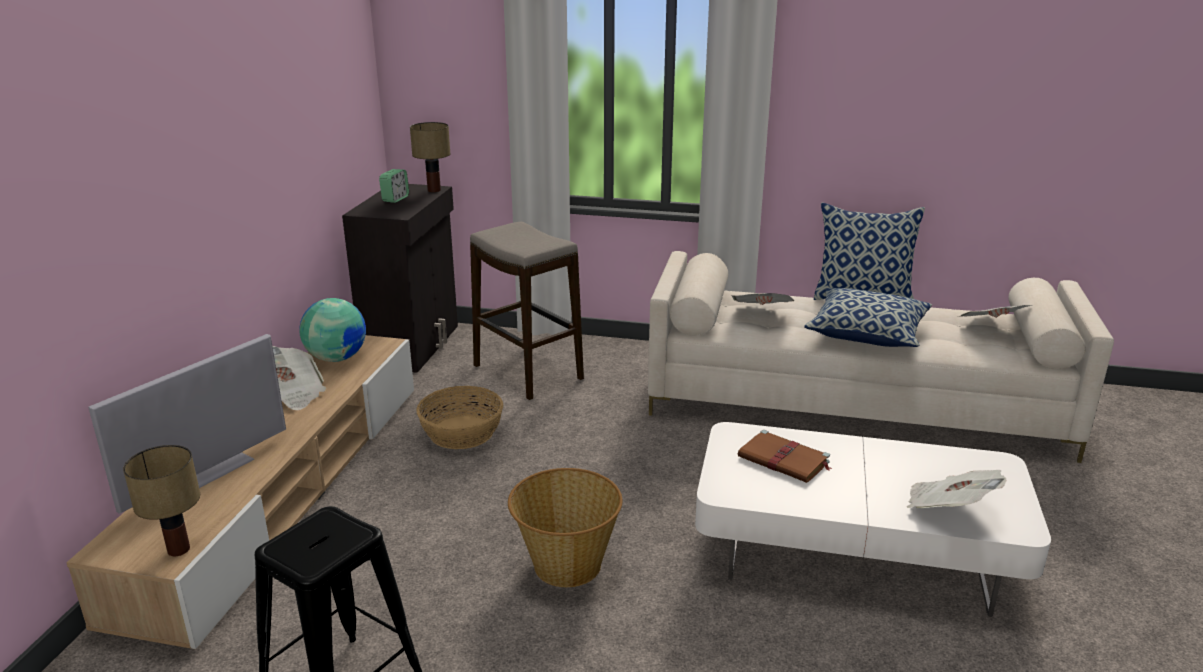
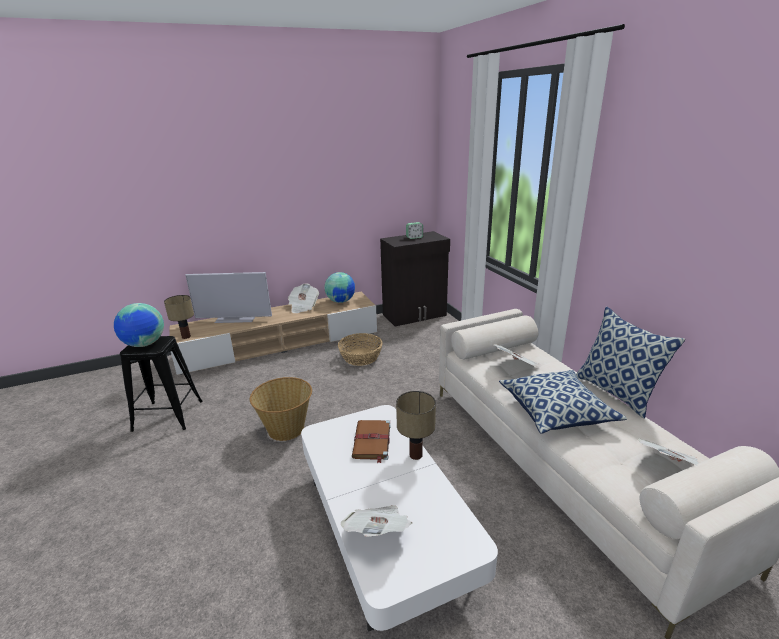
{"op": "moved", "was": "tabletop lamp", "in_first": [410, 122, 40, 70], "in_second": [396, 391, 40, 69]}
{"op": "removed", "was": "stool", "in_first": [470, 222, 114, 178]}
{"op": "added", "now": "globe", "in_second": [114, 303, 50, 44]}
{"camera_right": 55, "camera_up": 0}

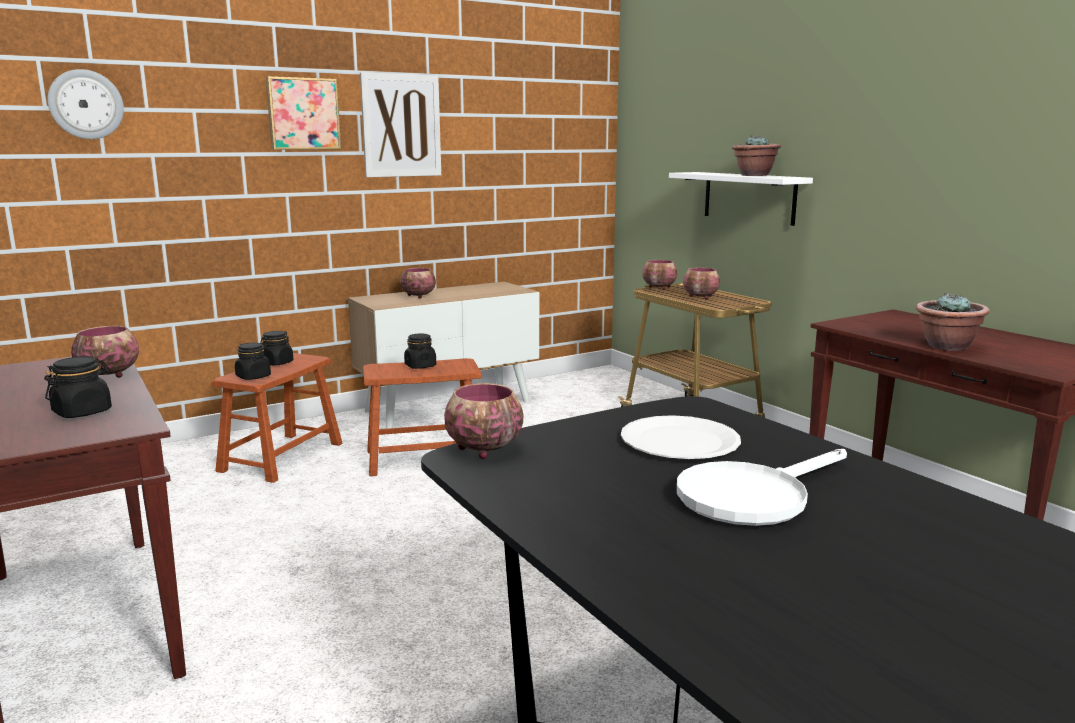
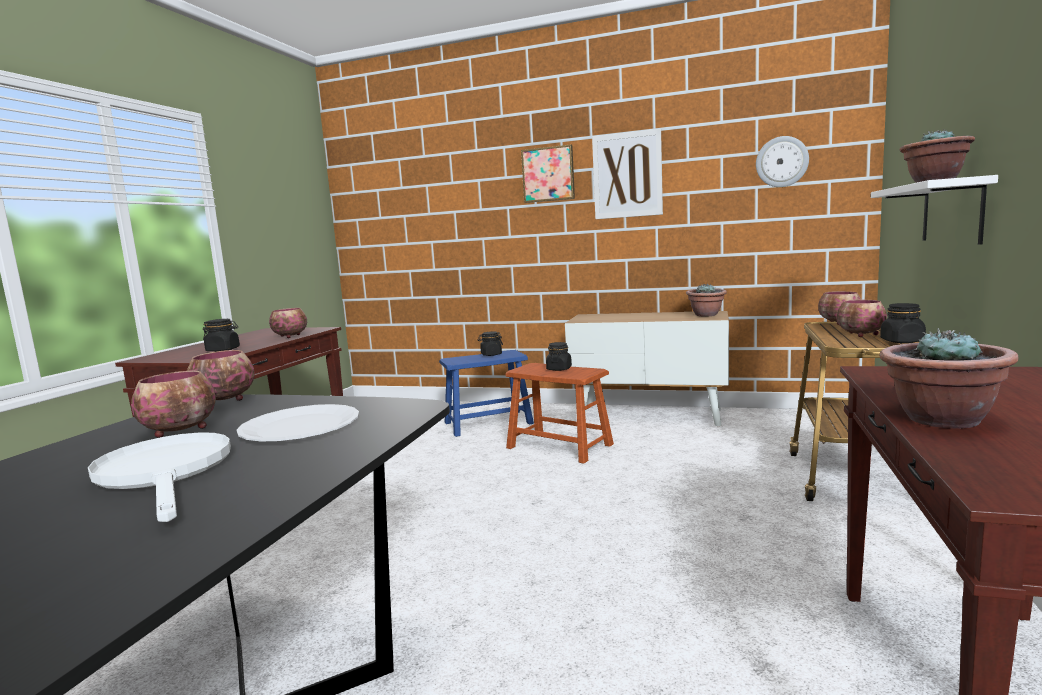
{"op": "moved", "was": "hanging clock", "in_first": [47, 69, 77, 70], "in_second": [756, 136, 53, 51]}
{"op": "moved", "was": "serving bowl", "in_first": [400, 268, 36, 30], "in_second": [131, 371, 85, 67]}
{"op": "moved", "was": "black-coloured preserve jar", "in_first": [235, 343, 36, 37], "in_second": [880, 303, 46, 40]}
{"op": "recoloured", "was": "brownish stool", "now": "blue-coloured stool", "in_first": [211, 353, 132, 130], "in_second": [439, 350, 95, 87]}
{"op": "turned", "was": "white pan", "in_first": [677, 449, 170, 77], "in_second": [88, 432, 143, 90], "clockwise": 45}
{"op": "added", "now": "houseplant", "in_second": [686, 284, 41, 33]}
{"camera_right": 50, "camera_up": -5}

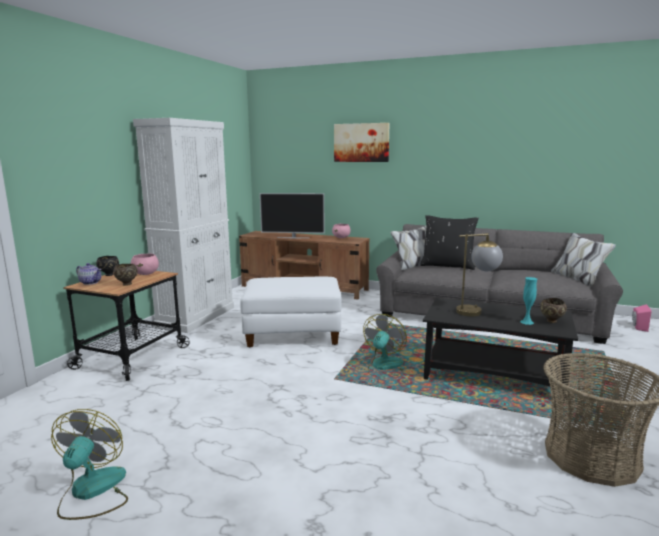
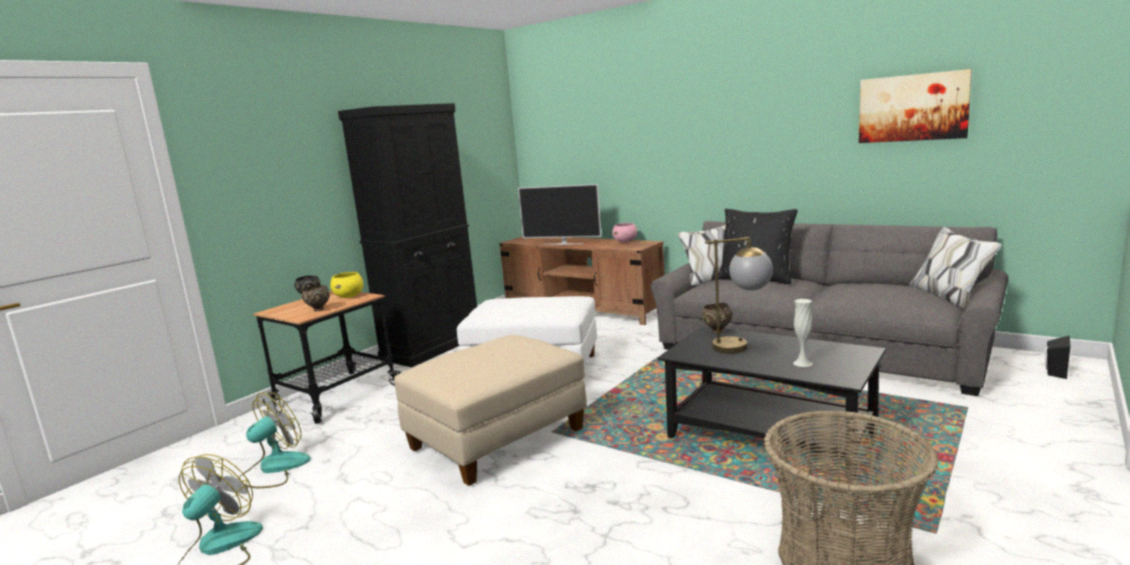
{"op": "recoloured", "was": "white cupboard", "now": "black-coloured cupboard", "in_first": [133, 118, 101, 215], "in_second": [338, 103, 139, 264]}
{"op": "moved", "was": "wall picture", "in_first": [334, 123, 55, 39], "in_second": [859, 69, 113, 74]}
{"op": "recoloured", "was": "pink serving bowl", "now": "yellowish serving bowl", "in_first": [131, 253, 28, 22], "in_second": [330, 272, 33, 26]}
{"op": "removed", "was": "teapot", "in_first": [76, 263, 26, 22]}
{"op": "recoloured", "was": "turquoise-coloured decorative vase", "now": "white decorative vase", "in_first": [520, 277, 17, 48], "in_second": [793, 299, 20, 68]}
{"op": "moved", "was": "brownish serving bowl", "in_first": [540, 298, 27, 25], "in_second": [702, 303, 30, 30]}
{"op": "recoloured", "was": "pink loudspeaker", "now": "black-coloured loudspeaker", "in_first": [632, 304, 20, 28], "in_second": [1044, 335, 27, 44]}
{"op": "moved", "was": "electric fan", "in_first": [363, 314, 44, 59], "in_second": [238, 392, 73, 96]}
{"op": "added", "now": "sand-coloured ottoman", "in_second": [394, 335, 193, 151]}
{"camera_right": 15, "camera_up": 0}

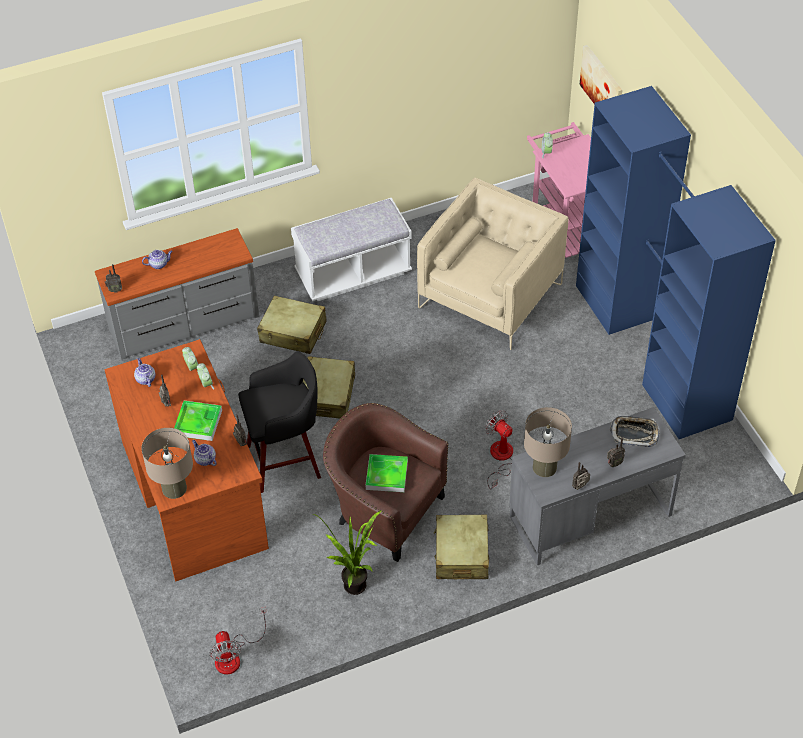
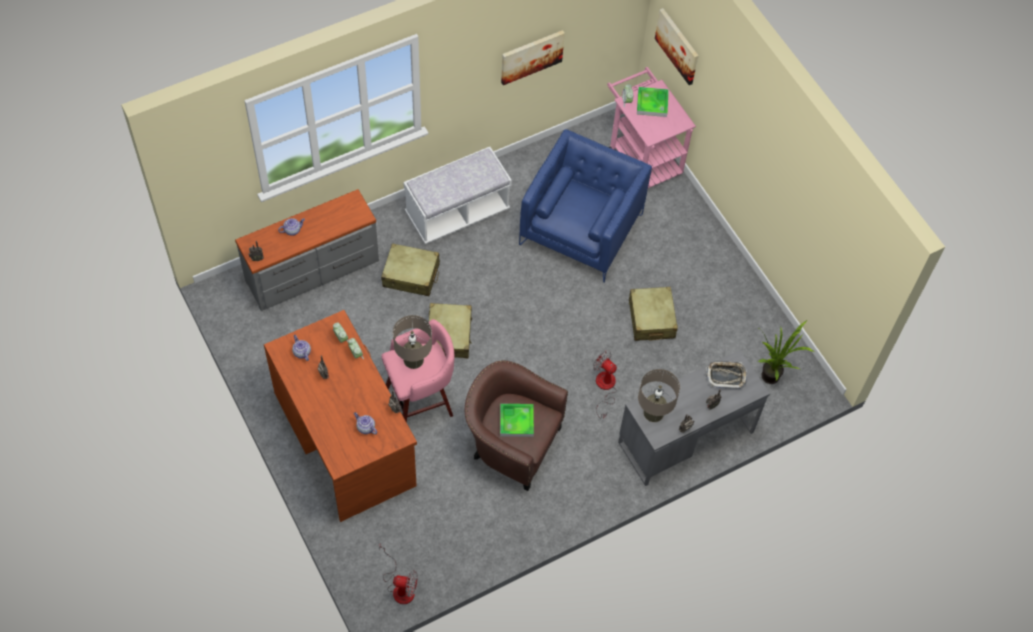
{"op": "removed", "was": "blue-coloured armoire", "in_first": [576, 86, 200, 353]}
{"op": "recoloured", "was": "sand-coloured lounge chair", "now": "blue-coloured lounge chair", "in_first": [417, 178, 152, 172], "in_second": [519, 129, 133, 154]}
{"op": "recoloured", "was": "black-coloured stool", "now": "pink stool", "in_first": [238, 351, 83, 142], "in_second": [382, 319, 72, 104]}
{"op": "moved", "was": "carrying tray", "in_first": [174, 401, 48, 40], "in_second": [637, 87, 32, 30]}
{"op": "moved", "was": "sand-coloured tabletop lamp", "in_first": [141, 428, 52, 71], "in_second": [393, 315, 39, 54]}
{"op": "moved", "was": "houseplant", "in_first": [313, 510, 69, 85], "in_second": [757, 320, 57, 64]}
{"op": "moved", "was": "sand-coloured piece of luggage", "in_first": [434, 515, 55, 65], "in_second": [629, 287, 49, 54]}
{"op": "turned", "was": "electric fan", "in_first": [209, 607, 58, 68], "in_second": [379, 543, 39, 61], "clockwise": -60}
{"op": "added", "now": "wall picture", "in_second": [501, 30, 64, 55]}
{"camera_right": -10, "camera_up": 10}

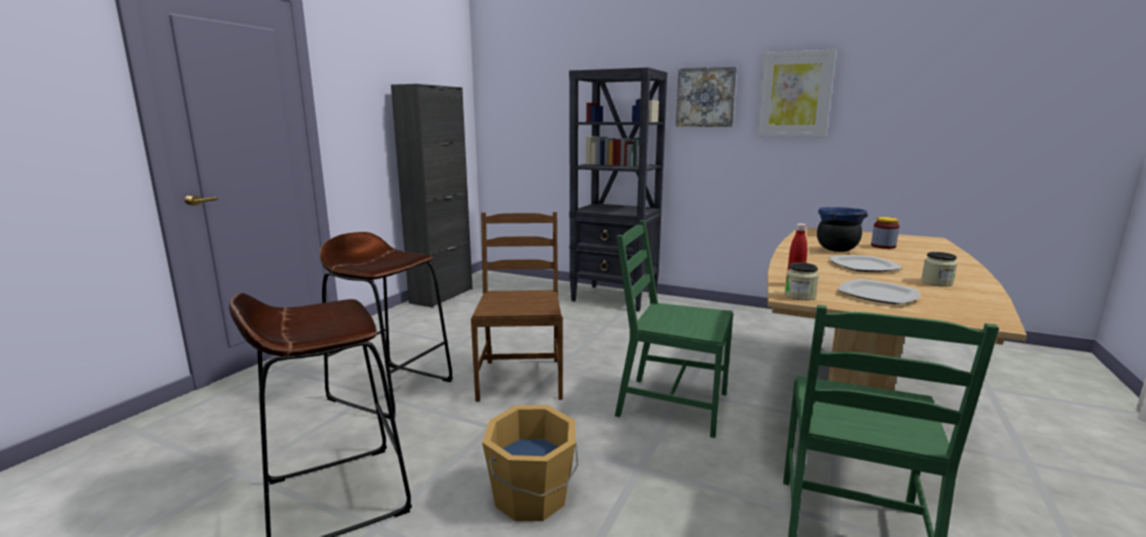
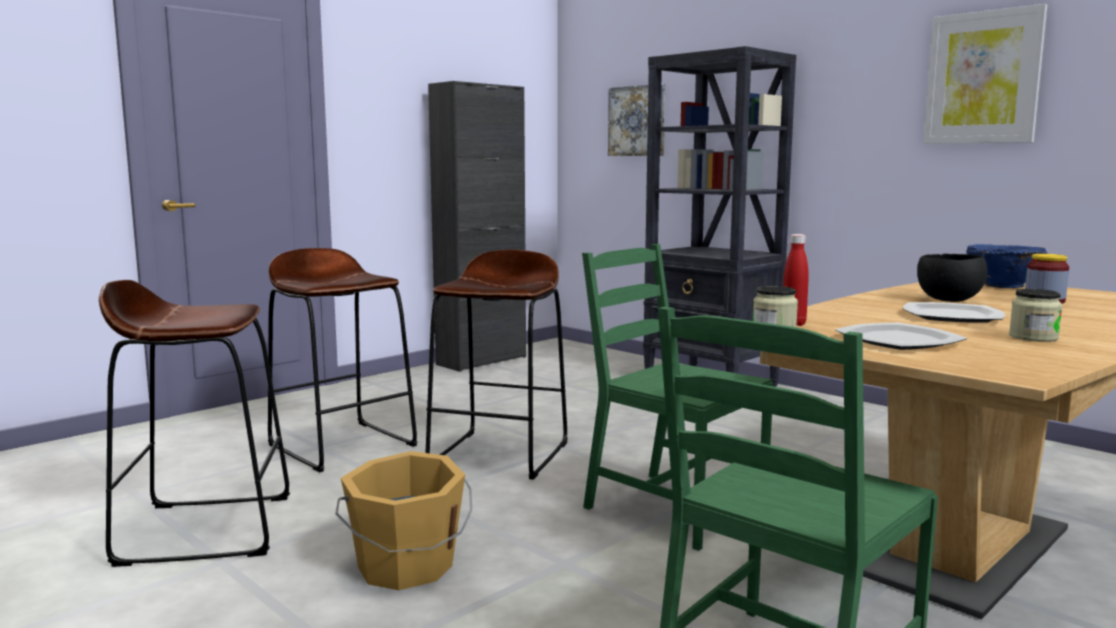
{"op": "moved", "was": "wall picture", "in_first": [676, 66, 61, 61], "in_second": [608, 84, 57, 72]}
{"op": "replaced", "was": "brownish chair", "now": "brownish stool", "in_first": [471, 212, 92, 190], "in_second": [426, 250, 142, 230]}
{"camera_right": 20, "camera_up": -5}

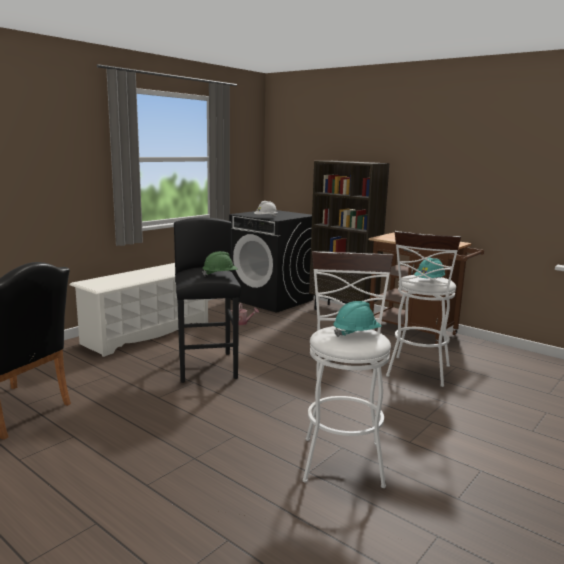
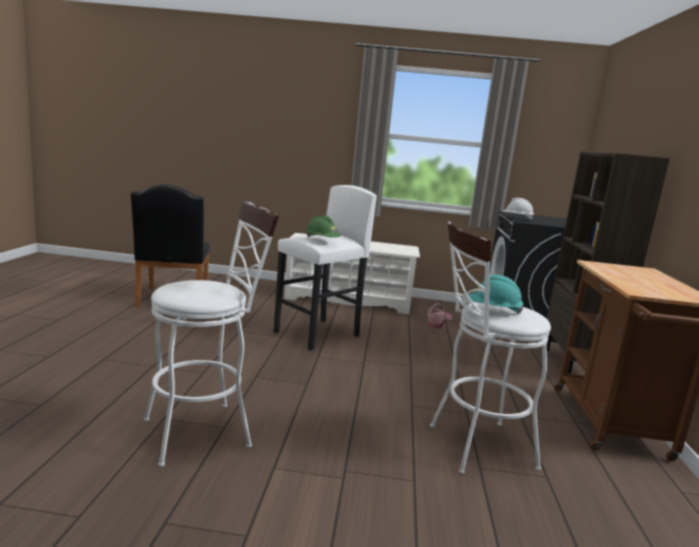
{"op": "recoloured", "was": "black-coloured stool", "now": "white stool", "in_first": [174, 217, 67, 166], "in_second": [274, 185, 103, 166]}
{"op": "removed", "was": "turquoise-coloured hard hat", "in_first": [333, 301, 49, 36]}
{"camera_right": 55, "camera_up": 0}

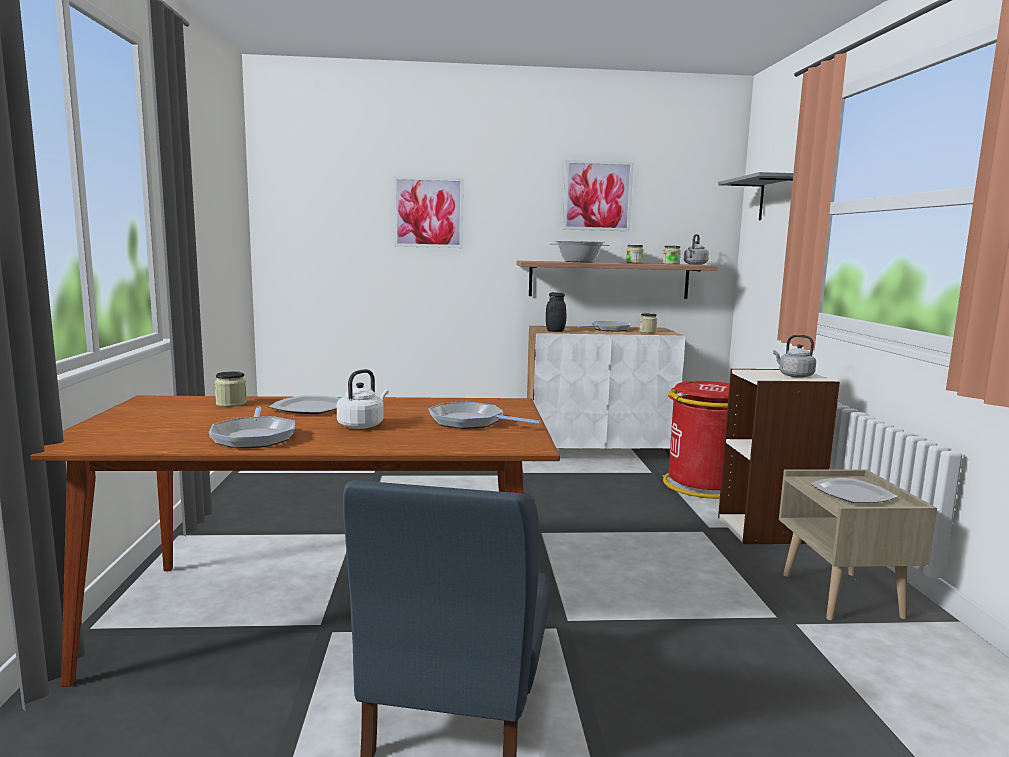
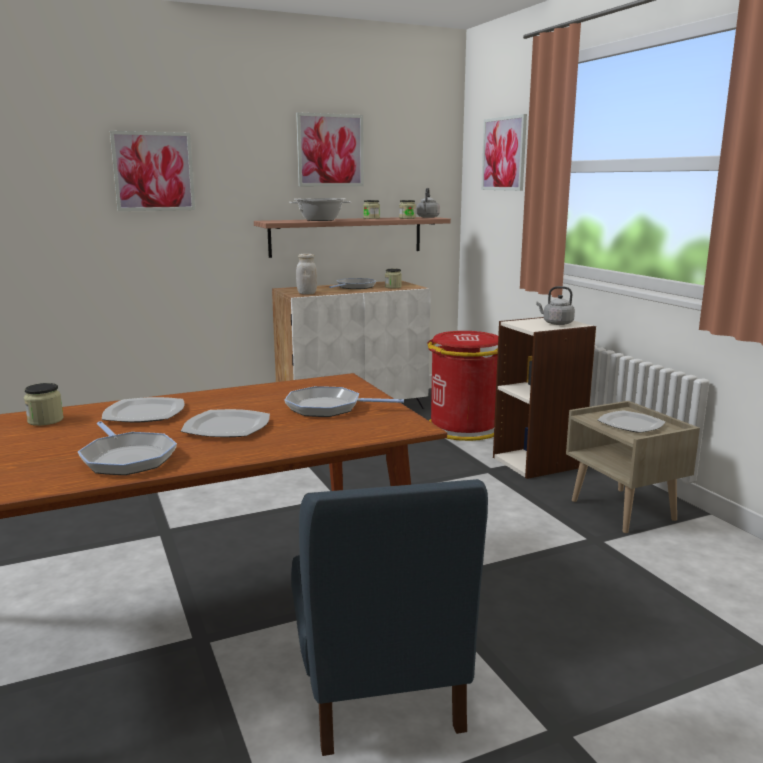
{"op": "replaced", "was": "gray shelf", "now": "wall picture", "in_first": [718, 172, 75, 48], "in_second": [481, 114, 46, 77]}
{"op": "recoloured", "was": "black-coloured preserve jar", "now": "white preserve jar", "in_first": [546, 292, 20, 40], "in_second": [296, 254, 22, 40]}
{"op": "replaced", "was": "white kettle", "now": "plate", "in_first": [337, 369, 52, 60], "in_second": [181, 409, 89, 28]}
{"camera_right": -20, "camera_up": 5}

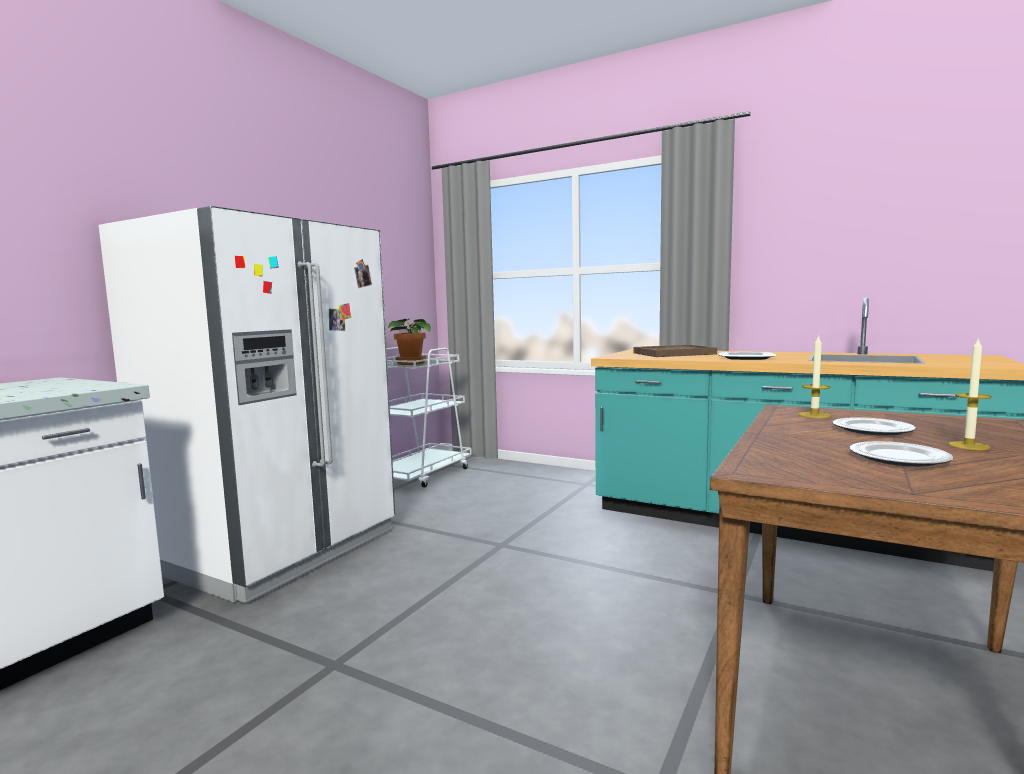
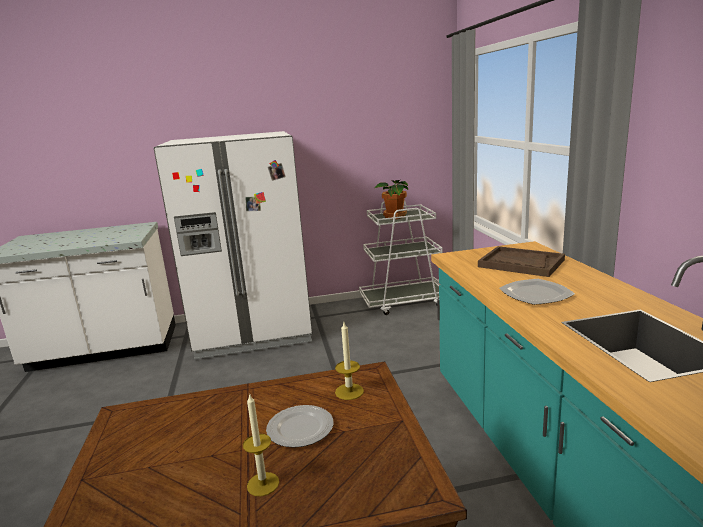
{"op": "removed", "was": "plate", "in_first": [850, 441, 104, 26]}
{"camera_right": 50, "camera_up": 10}

